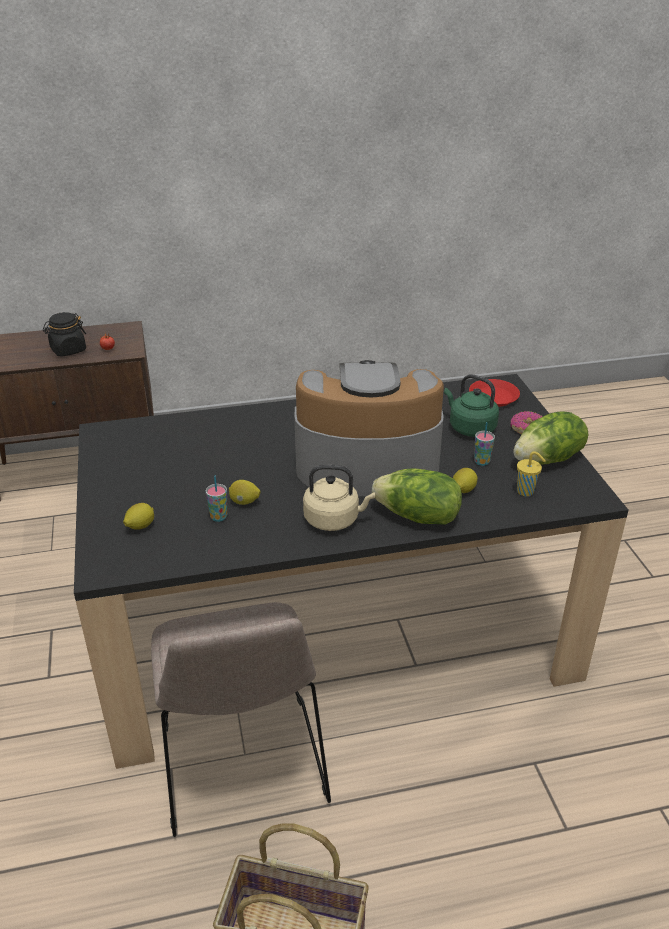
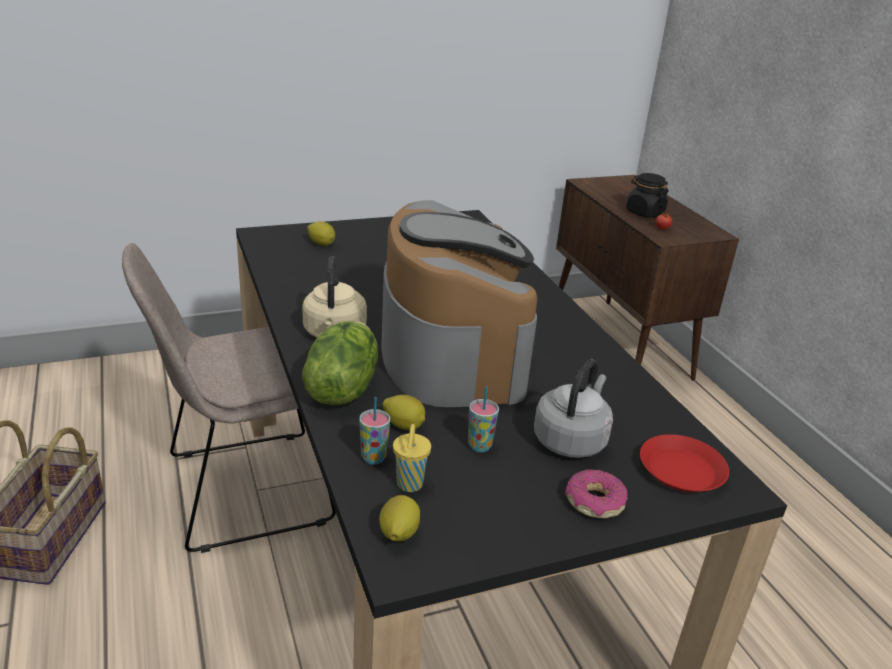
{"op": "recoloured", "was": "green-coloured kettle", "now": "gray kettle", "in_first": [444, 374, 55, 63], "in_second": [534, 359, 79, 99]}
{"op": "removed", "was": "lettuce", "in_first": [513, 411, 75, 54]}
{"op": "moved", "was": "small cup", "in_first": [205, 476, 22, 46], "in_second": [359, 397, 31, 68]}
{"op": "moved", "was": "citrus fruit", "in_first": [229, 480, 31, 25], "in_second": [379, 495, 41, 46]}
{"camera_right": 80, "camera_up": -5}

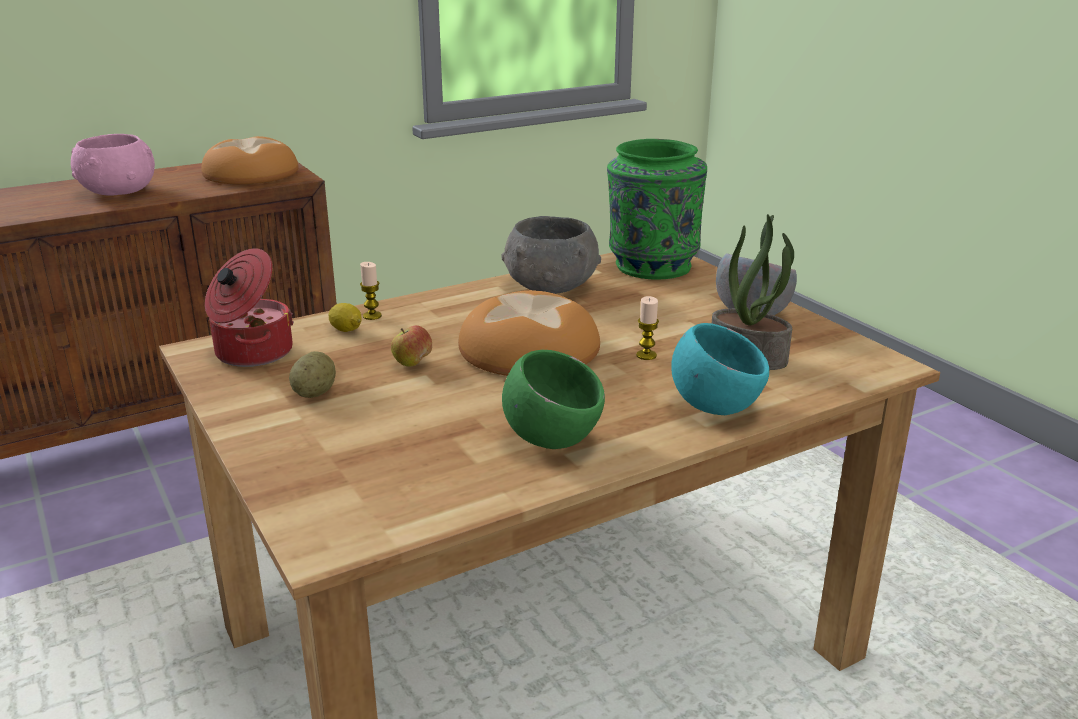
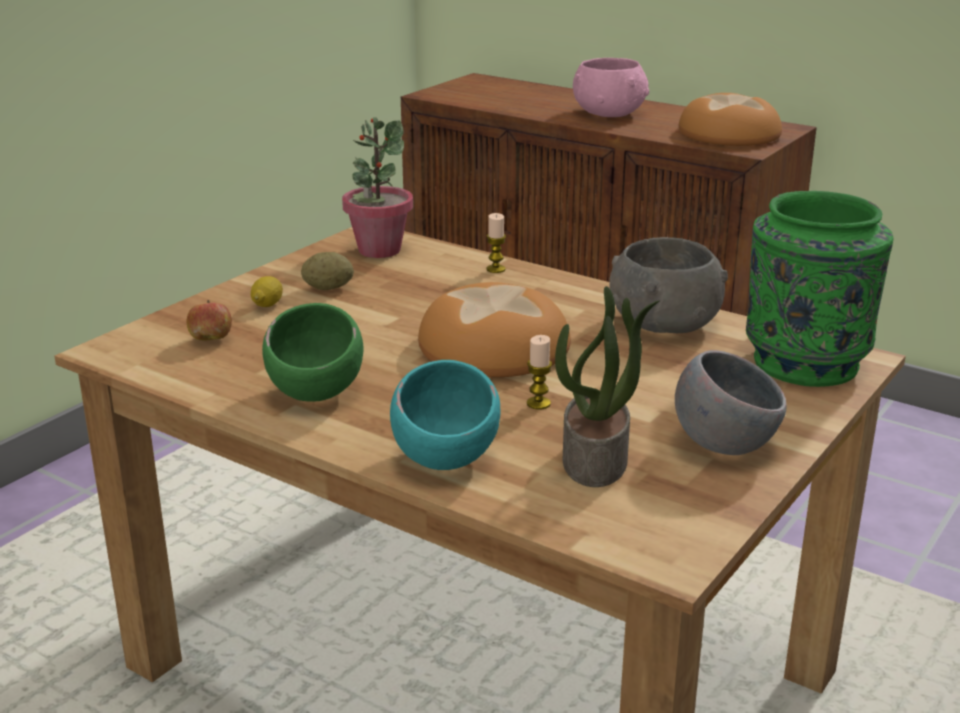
{"op": "replaced", "was": "saucepot", "now": "houseplant", "in_first": [205, 248, 89, 119], "in_second": [342, 117, 71, 141]}
{"op": "moved", "was": "citrus fruit", "in_first": [328, 303, 34, 29], "in_second": [251, 276, 32, 31]}
{"op": "moved", "was": "whole apple", "in_first": [391, 325, 41, 42], "in_second": [187, 300, 45, 41]}
{"camera_right": 65, "camera_up": 0}

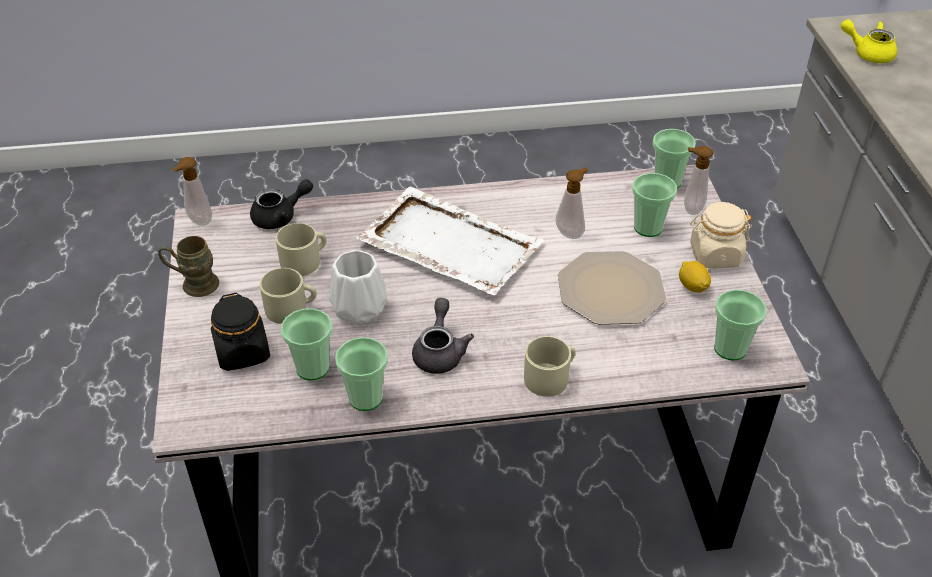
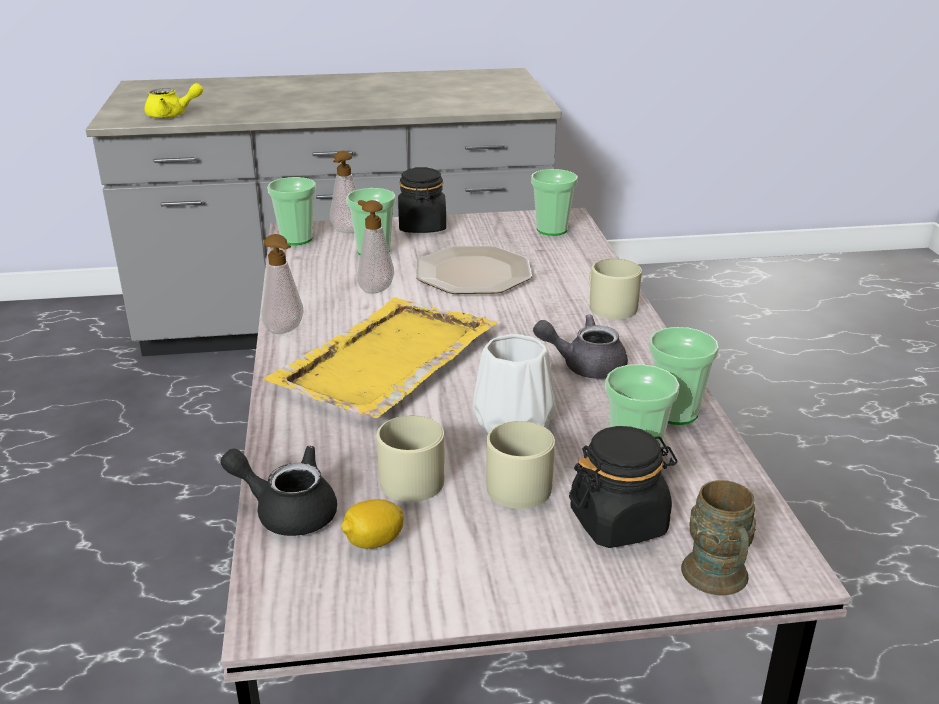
{"op": "turned", "was": "yellowish teapot", "in_first": [841, 20, 56, 43], "in_second": [144, 83, 59, 35], "clockwise": -120}
{"op": "moved", "was": "soap bottle", "in_first": [172, 157, 40, 69], "in_second": [262, 234, 42, 100]}
{"op": "turned", "was": "black-coloured teapot", "in_first": [250, 179, 63, 50], "in_second": [220, 446, 117, 90], "clockwise": -45}
{"op": "recoloured", "was": "white carrying tray", "now": "yellowish carrying tray", "in_first": [356, 186, 188, 109], "in_second": [263, 297, 235, 121]}
{"op": "recoloured", "was": "sand-coloured preserve jar", "now": "black-coloured preserve jar", "in_first": [690, 202, 62, 66], "in_second": [398, 167, 48, 66]}
{"op": "moved", "was": "brownish coffee mug", "in_first": [158, 236, 61, 61], "in_second": [681, 480, 76, 115]}
{"op": "moved", "was": "citrus fruit", "in_first": [679, 261, 32, 32], "in_second": [341, 499, 63, 50]}
{"camera_right": -90, "camera_up": -15}

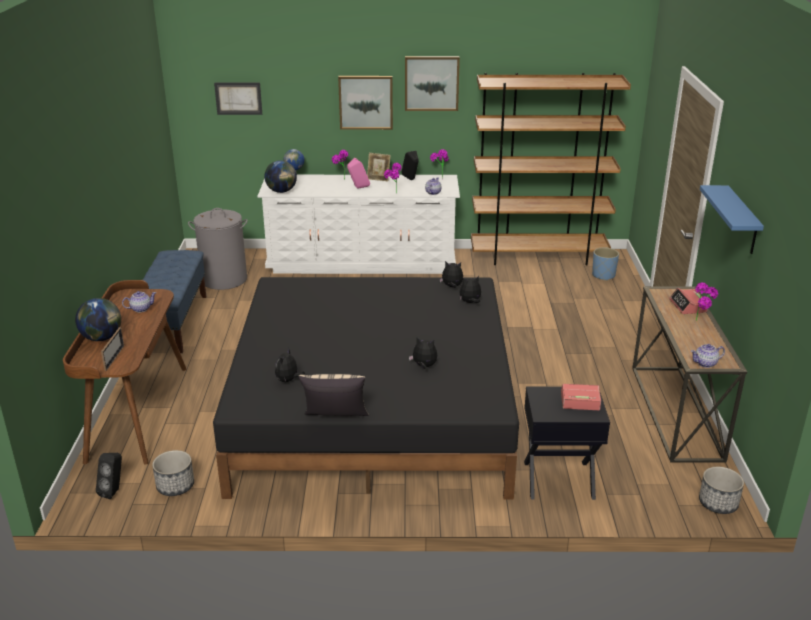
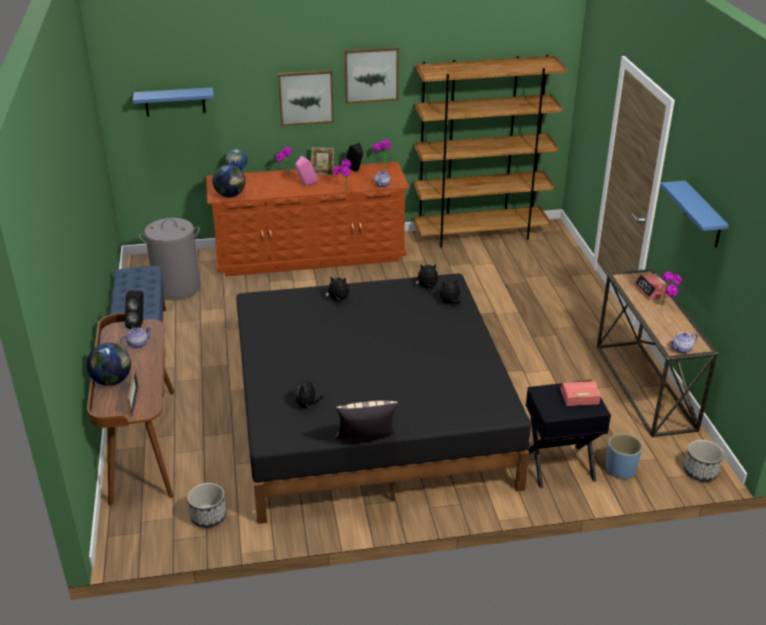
{"op": "replaced", "was": "wall picture", "now": "blue-coloured shelf", "in_first": [214, 83, 48, 32], "in_second": [133, 87, 81, 30]}
{"op": "recoloured", "was": "white dresser", "now": "brownish dresser", "in_first": [257, 175, 203, 99], "in_second": [206, 162, 204, 115]}
{"op": "moved", "was": "blue-coloured plant pot", "in_first": [592, 247, 27, 34], "in_second": [606, 433, 37, 46]}
{"op": "moved", "was": "plush toy", "in_first": [409, 337, 28, 32], "in_second": [325, 277, 24, 26]}
{"op": "moved", "was": "black-coloured loudspeaker", "in_first": [96, 453, 26, 46], "in_second": [125, 290, 19, 39]}
{"camera_right": -10, "camera_up": 5}

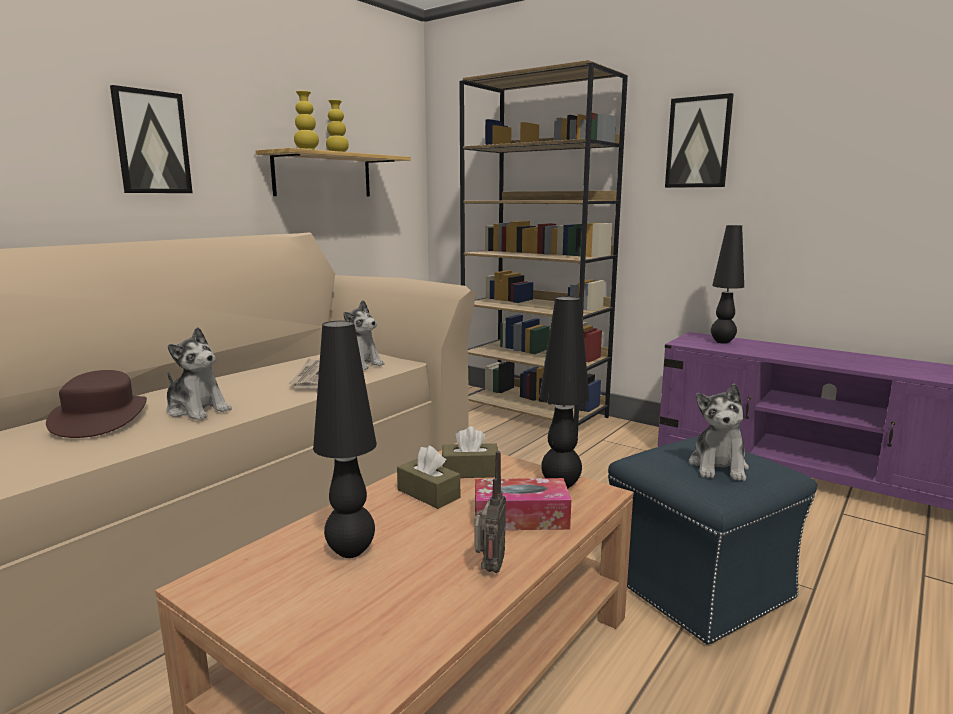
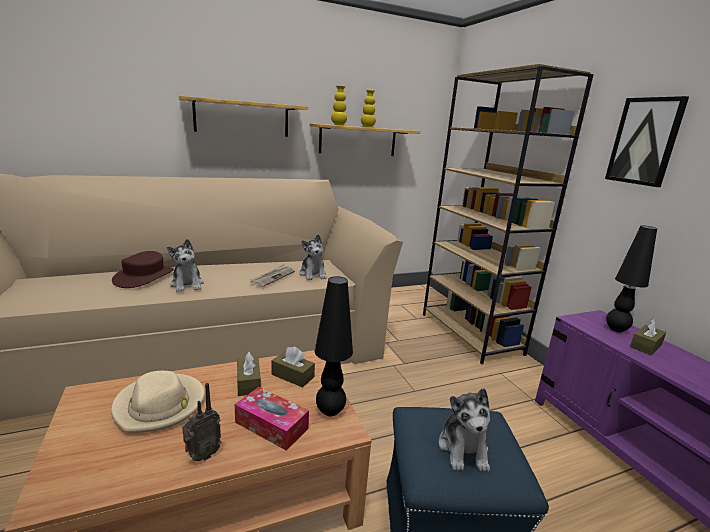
{"op": "replaced", "was": "wall picture", "now": "shelf", "in_first": [110, 85, 83, 108], "in_second": [179, 96, 129, 41]}
{"op": "replaced", "was": "black-coloured tabletop lamp", "now": "sand-coloured clothing hat", "in_first": [313, 321, 64, 237], "in_second": [111, 371, 94, 62]}
{"op": "turned", "was": "plush toy", "in_first": [689, 384, 60, 97], "in_second": [439, 388, 51, 84], "clockwise": -45}
{"op": "added", "now": "brownish tissue box", "in_second": [630, 319, 36, 36]}
{"camera_right": 30, "camera_up": 5}

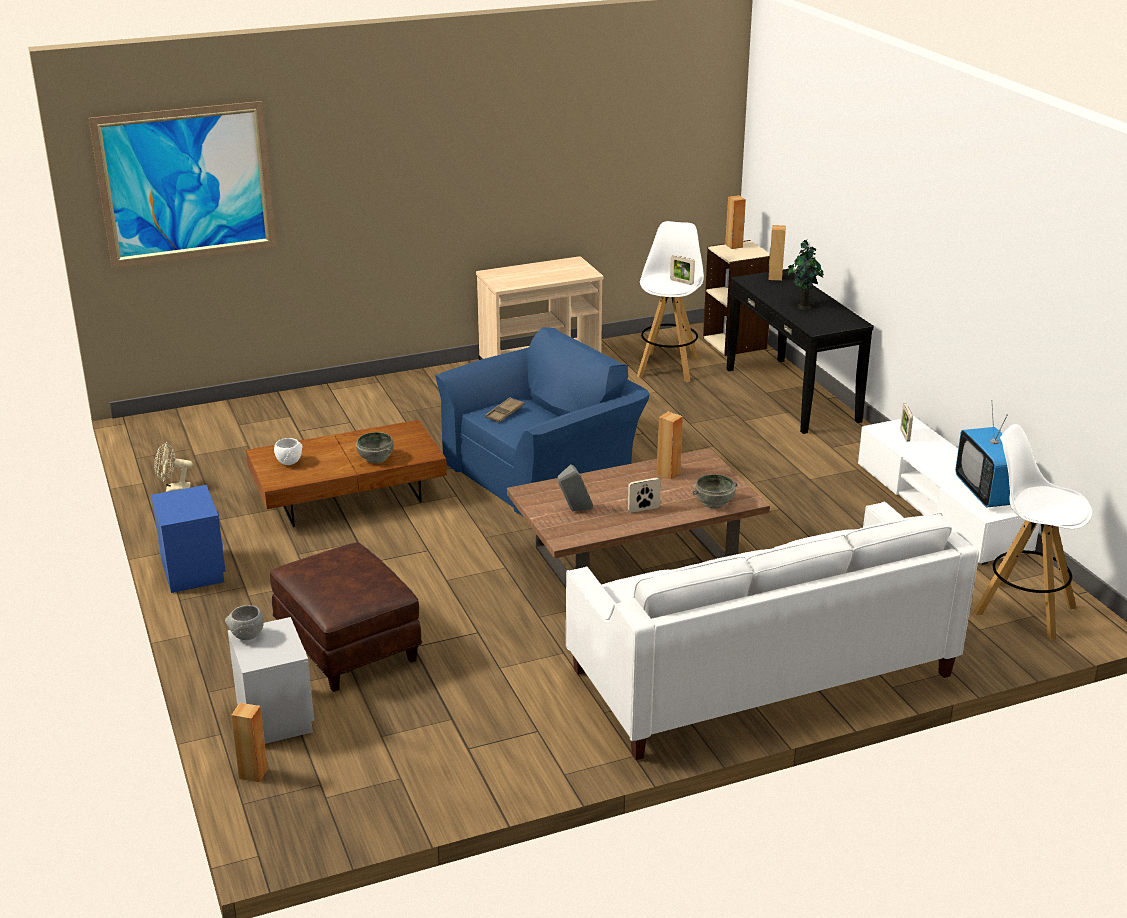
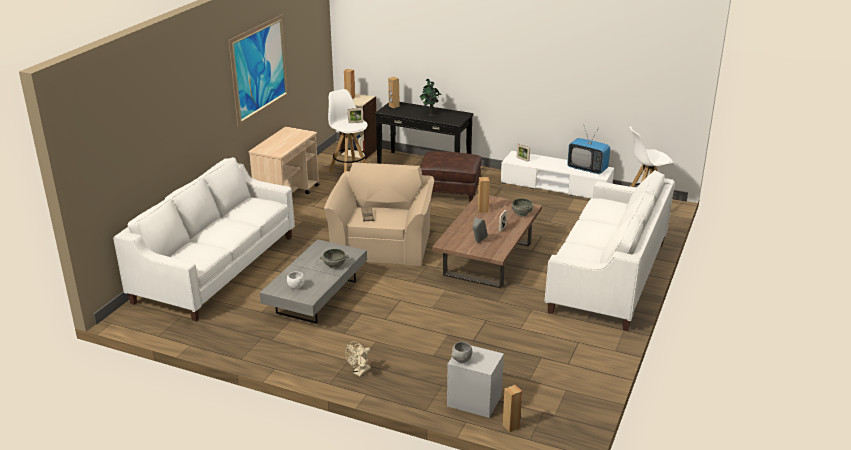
{"op": "moved", "was": "wall picture", "in_first": [89, 101, 187, 167], "in_second": [229, 15, 59, 112]}
{"op": "recoloured", "was": "blue-coloured lounge chair", "now": "sand-coloured lounge chair", "in_first": [435, 327, 215, 189], "in_second": [324, 162, 110, 104]}
{"op": "recoloured", "was": "brownish low table", "now": "gray low table", "in_first": [246, 420, 201, 107], "in_second": [260, 239, 107, 84]}
{"op": "moved", "was": "sand-coloured electric fan", "in_first": [154, 442, 39, 50], "in_second": [346, 341, 25, 35]}
{"op": "removed", "was": "blue-coloured nightstand", "in_first": [151, 485, 75, 108]}
{"op": "moved", "was": "brownish ottoman", "in_first": [270, 542, 152, 150], "in_second": [420, 151, 61, 51]}
{"op": "added", "now": "white sofa", "in_second": [113, 157, 182, 164]}
{"camera_right": -45, "camera_up": 0}

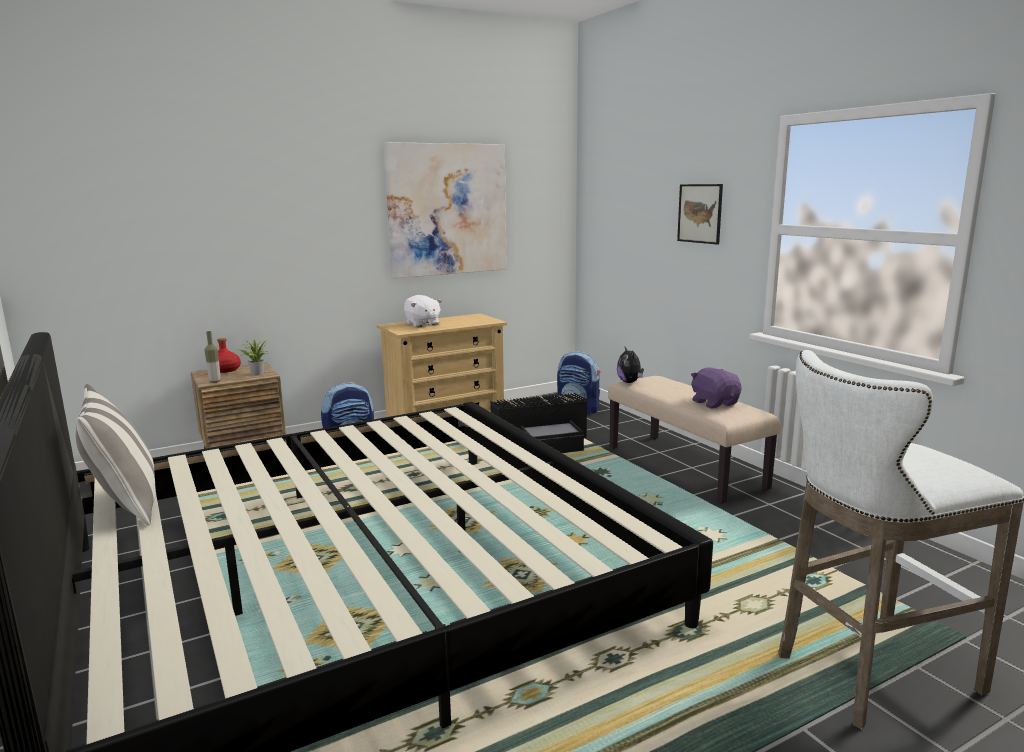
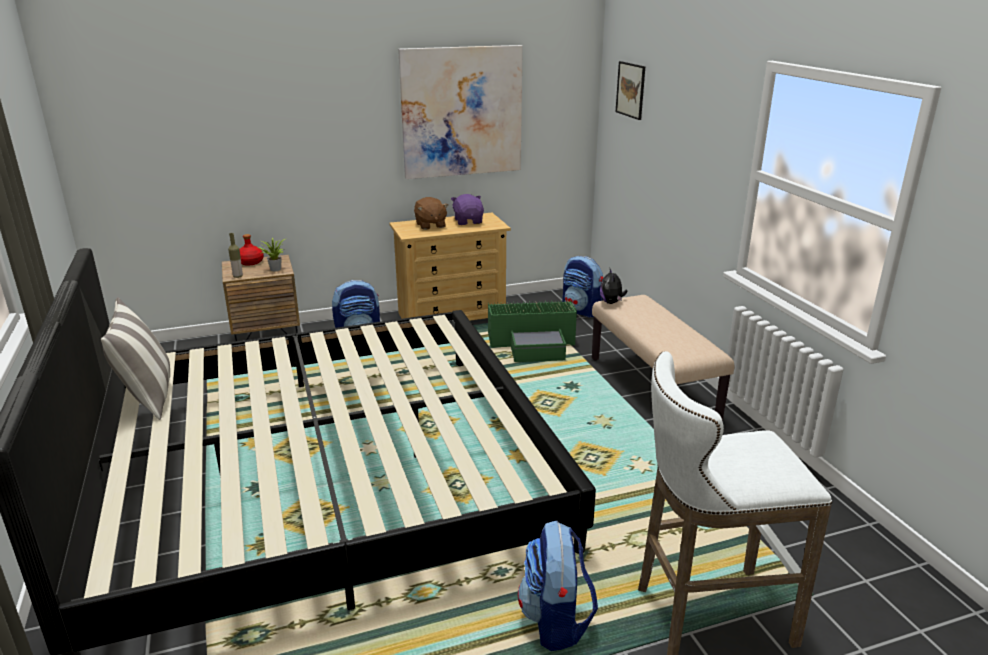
{"op": "moved", "was": "wall picture", "in_first": [677, 184, 46, 60], "in_second": [616, 61, 29, 59]}
{"op": "recoloured", "was": "white plush toy", "now": "brownish plush toy", "in_first": [404, 295, 37, 32], "in_second": [414, 197, 34, 33]}
{"op": "moved", "was": "purple-coloured plush toy", "in_first": [691, 367, 51, 42], "in_second": [451, 194, 33, 31]}
{"op": "recoloured", "was": "black-coloured storage container", "now": "green-coloured storage container", "in_first": [490, 393, 97, 60], "in_second": [488, 300, 89, 62]}
{"op": "added", "now": "backpack", "in_second": [518, 521, 80, 130]}
{"camera_right": 10, "camera_up": 10}

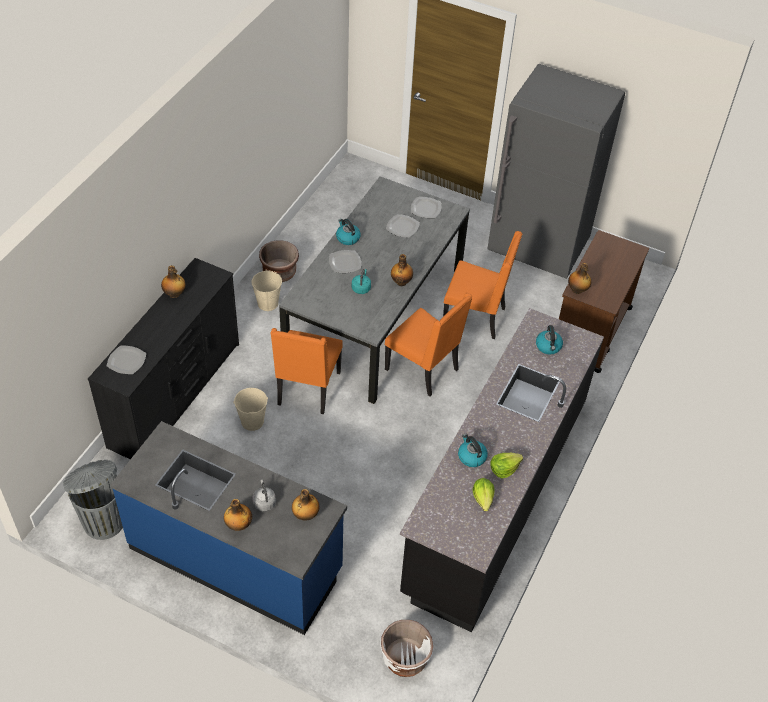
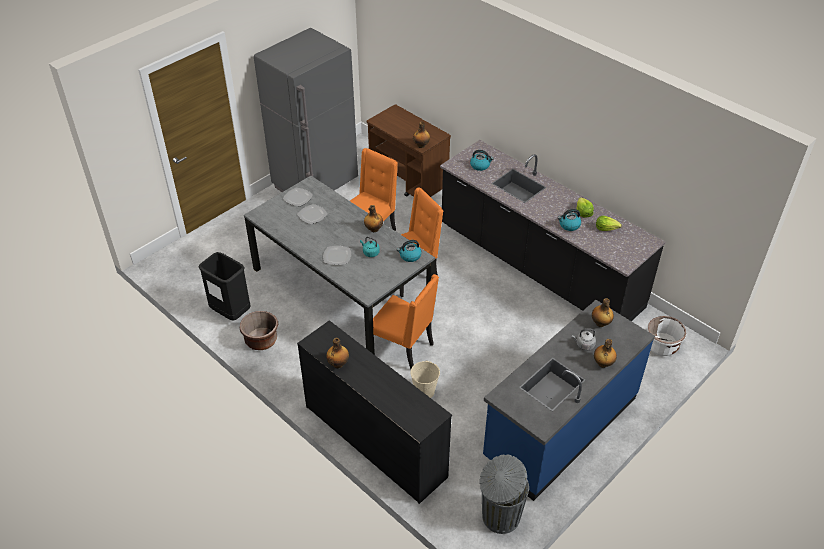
{"op": "moved", "was": "kettle", "in_first": [336, 219, 25, 26], "in_second": [397, 240, 25, 22]}
{"op": "removed", "was": "sand-coloured pail", "in_first": [251, 269, 31, 42]}
{"op": "removed", "was": "plate", "in_first": [107, 345, 39, 29]}
{"op": "added", "now": "black-coloured rubbish bin", "in_second": [199, 252, 52, 69]}
{"camera_right": -70, "camera_up": -5}

